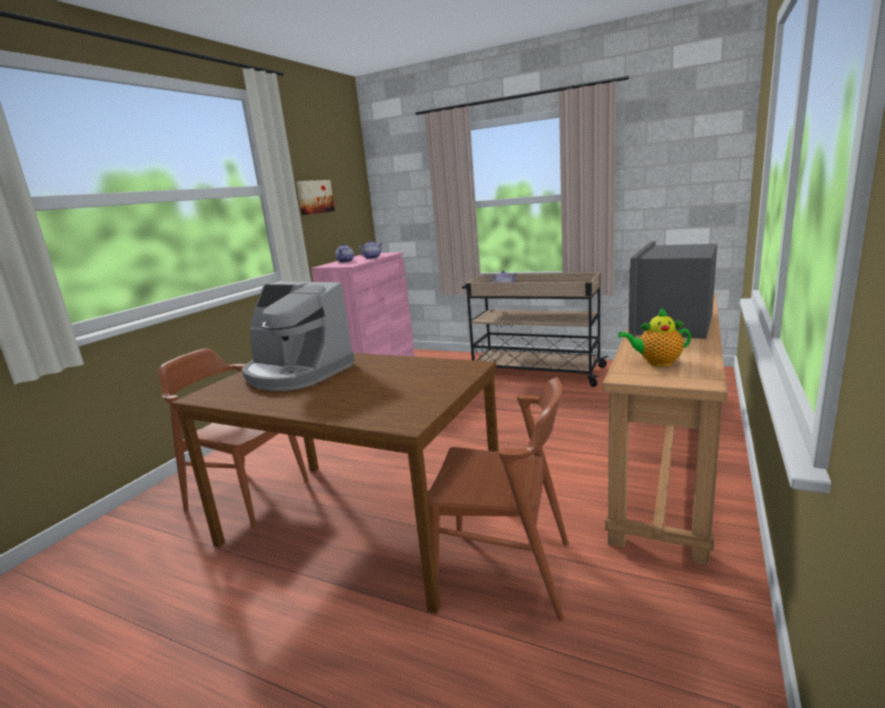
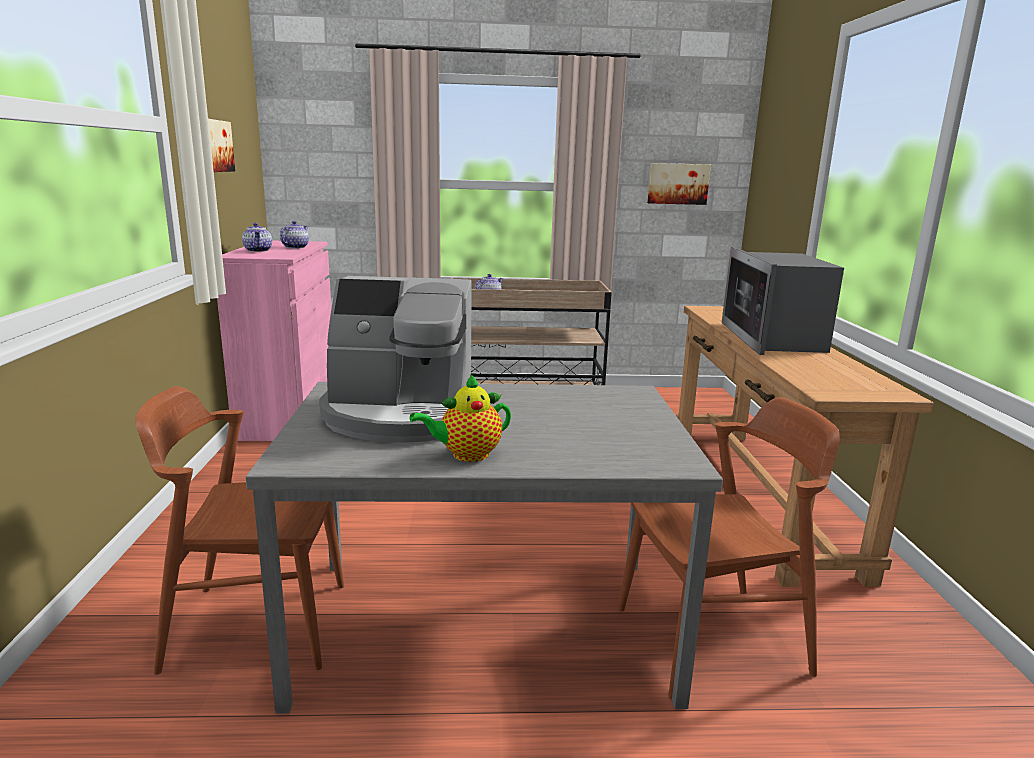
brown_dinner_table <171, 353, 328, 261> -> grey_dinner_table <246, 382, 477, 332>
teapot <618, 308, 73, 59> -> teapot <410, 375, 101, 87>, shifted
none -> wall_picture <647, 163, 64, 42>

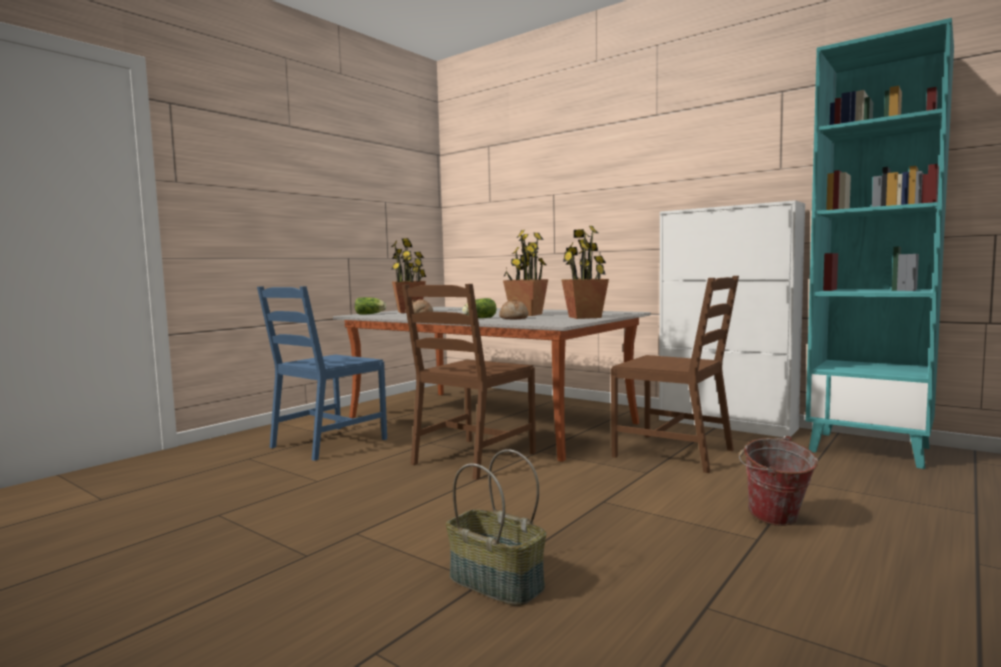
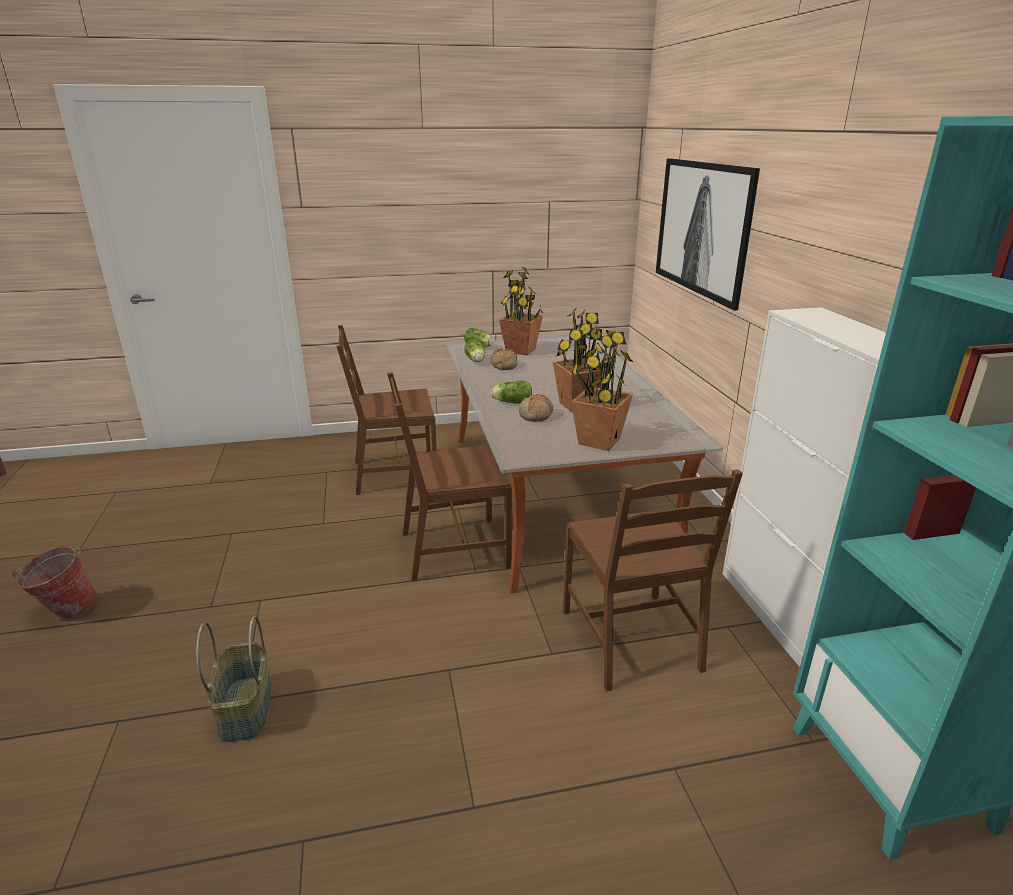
blue-coloured_upright_chair <257, 286, 130, 175> -> brown_upright_chair <337, 325, 100, 170>
bucket <739, 436, 79, 90> -> bucket <12, 546, 85, 74>, shifted
none -> lettuce <464, 339, 21, 23>
none -> wall_picture <656, 158, 104, 152>

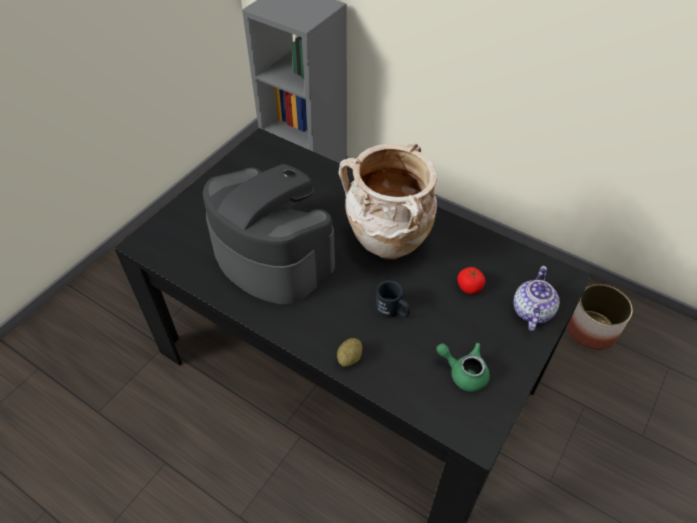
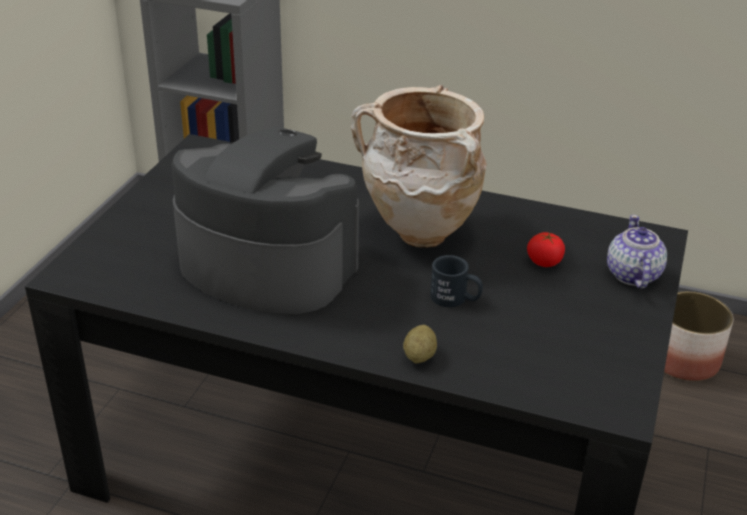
green-coloured_teapot <436, 343, 54, 49> -> none

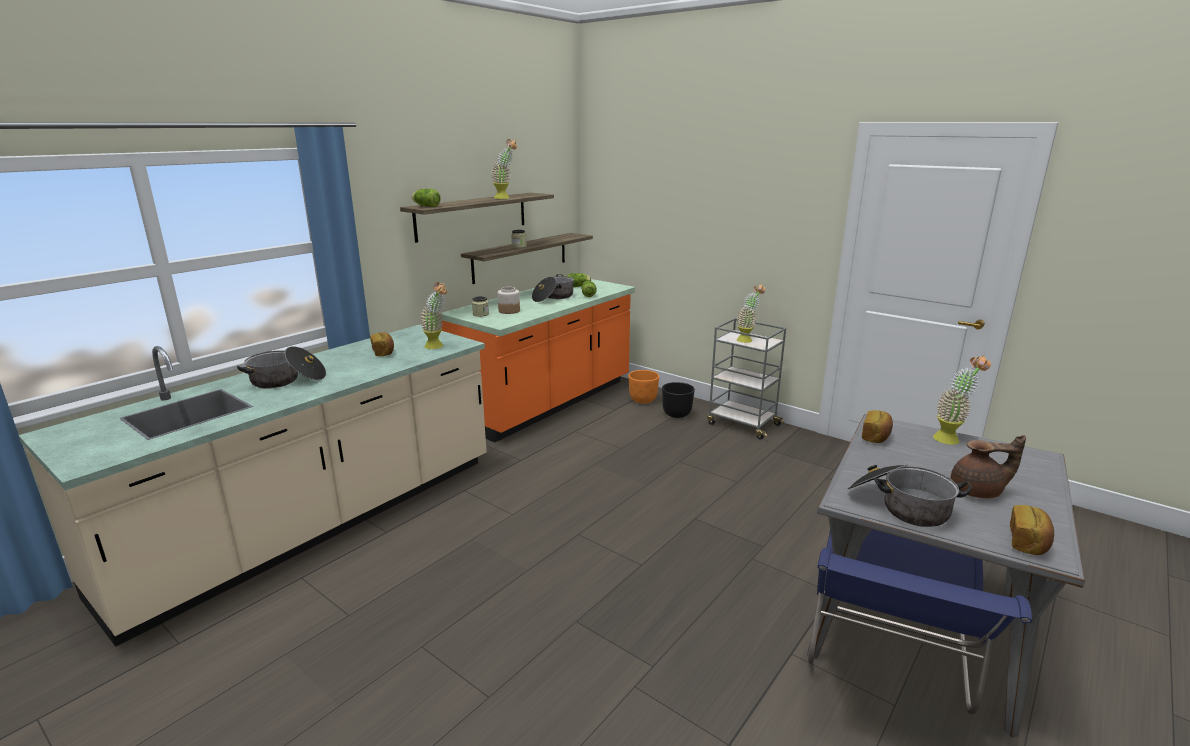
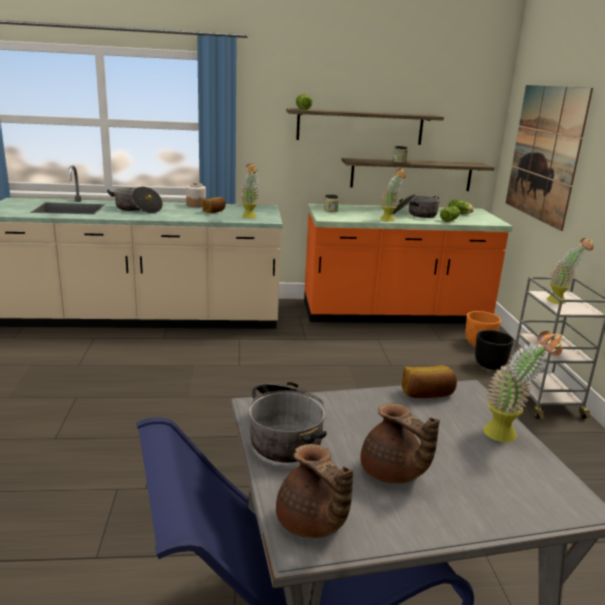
plant_in_a_pot <491, 139, 26, 60> -> plant_in_a_pot <381, 168, 25, 54>, shifted
jar <498, 287, 22, 27> -> jar <186, 183, 20, 24>, shifted
bread <1010, 505, 44, 50> -> brown_teapot <276, 444, 77, 94>
none -> wall_picture <506, 85, 87, 146>

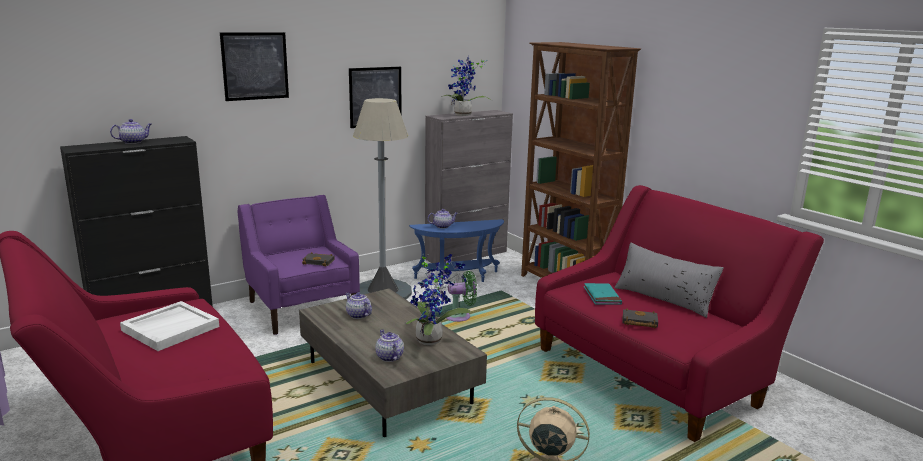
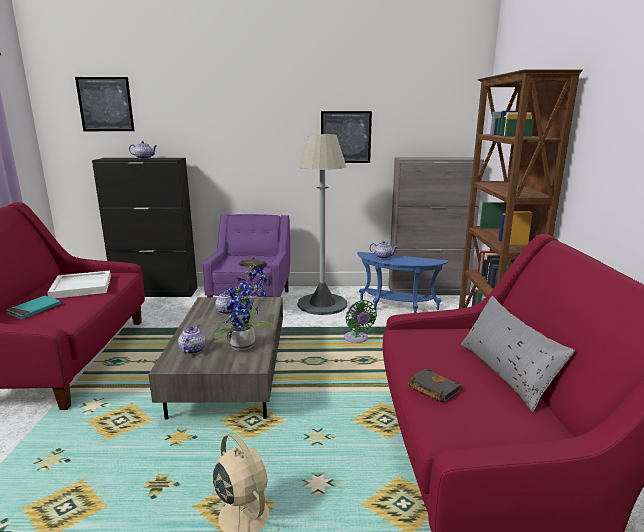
wall_picture <220, 32, 69, 69> -> wall_picture <75, 77, 59, 54>, shifted
plant_in_a_pot <441, 56, 50, 60> -> none
green-coloured_fan <446, 271, 31, 51> -> green-coloured_fan <344, 300, 33, 43>, 45 degrees clockwise
turquoise_volume <584, 283, 38, 22> -> turquoise_volume <7, 296, 54, 23>, shifted

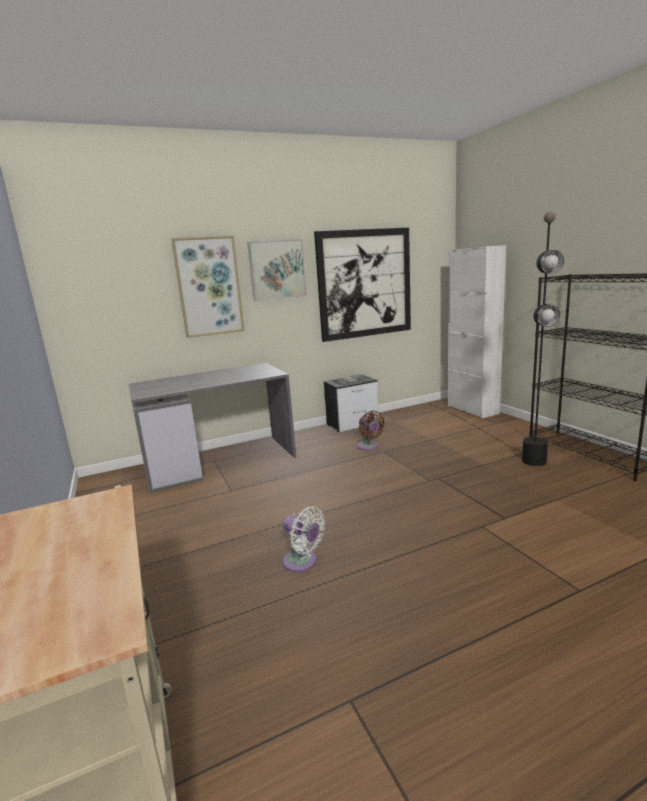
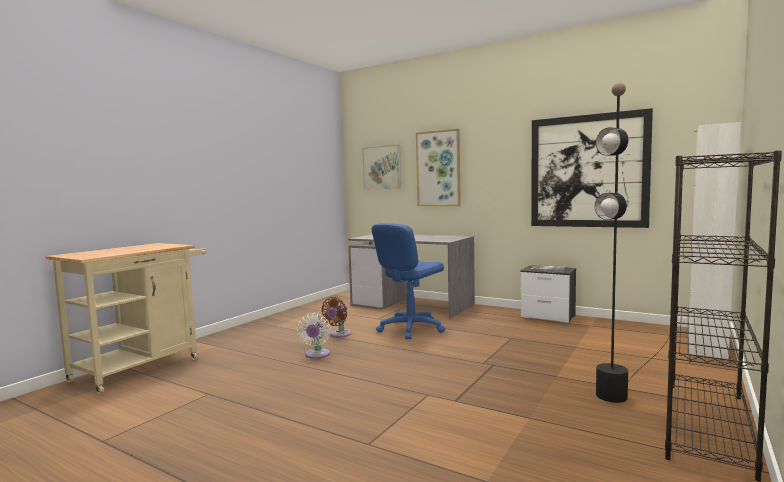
wall_picture <247, 239, 60, 62> -> wall_picture <362, 145, 39, 46>, shifted
brown_fan <357, 411, 28, 39> -> brown_fan <321, 297, 30, 40>, shifted
none -> blue-coloured_computer_chair <372, 223, 73, 116>

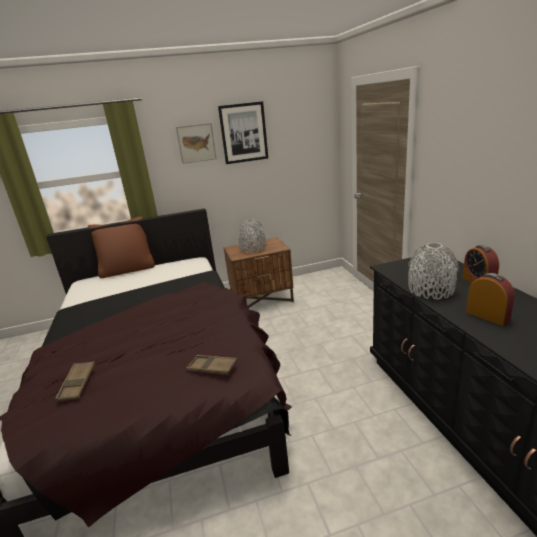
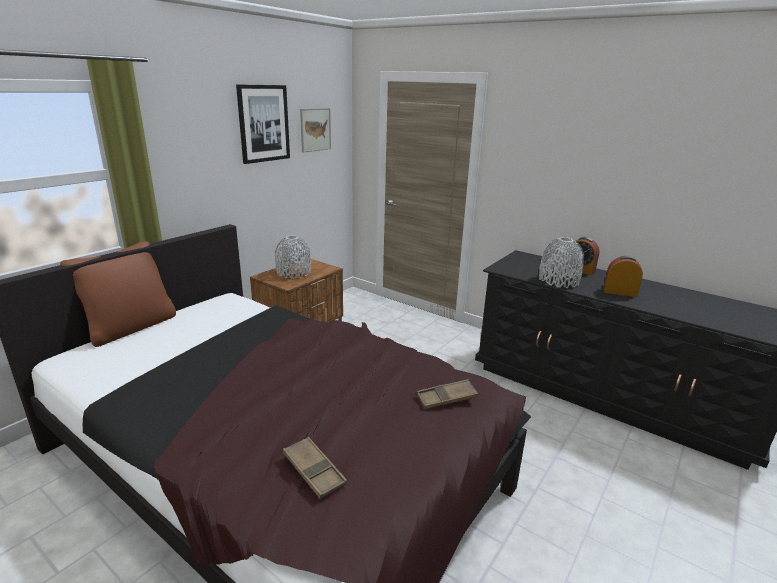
wall_picture <176, 123, 41, 41> -> wall_picture <300, 108, 31, 45>, shifted

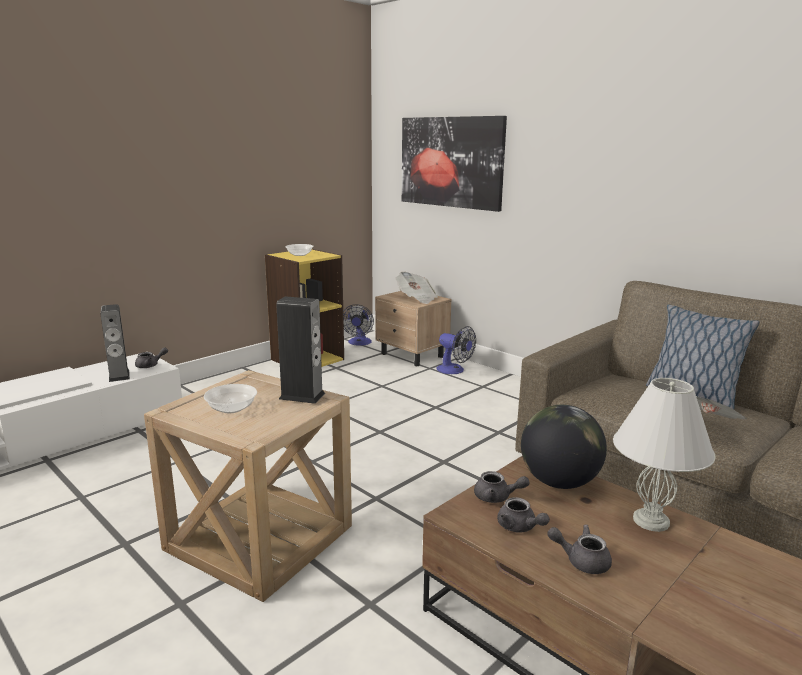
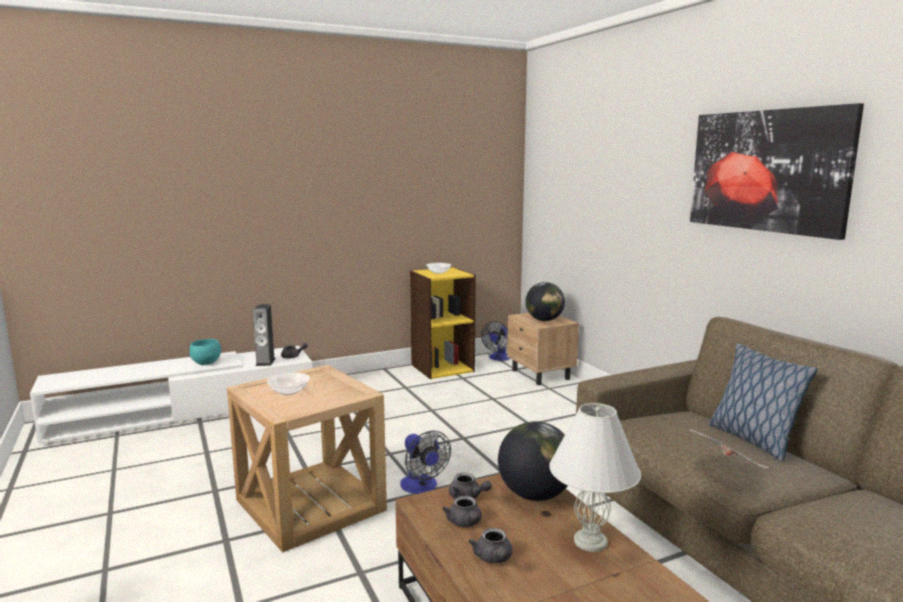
audio_speaker <276, 296, 49, 108> -> none
daily_paper <395, 271, 43, 33> -> globe <525, 282, 40, 39>
wall_picture <402, 116, 105, 96> -> wall_picture <690, 103, 174, 137>, shifted
fan <436, 326, 40, 48> -> fan <400, 431, 51, 63>, shifted
grey_teapot <547, 524, 65, 50> -> grey_teapot <468, 528, 45, 35>, 135 degrees counterclockwise
none -> turquoise_deep_dish <189, 339, 32, 26>

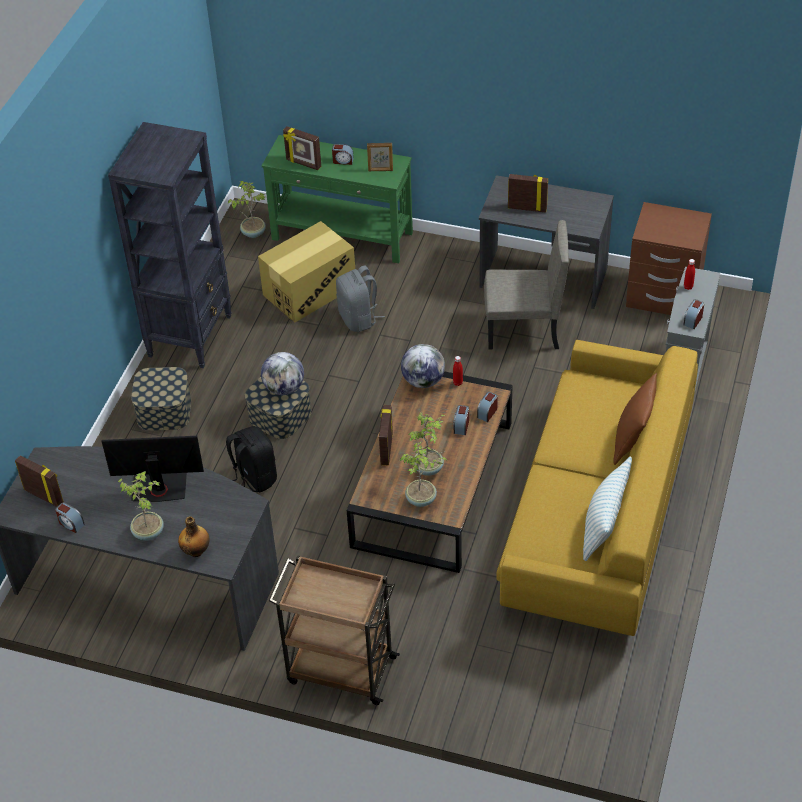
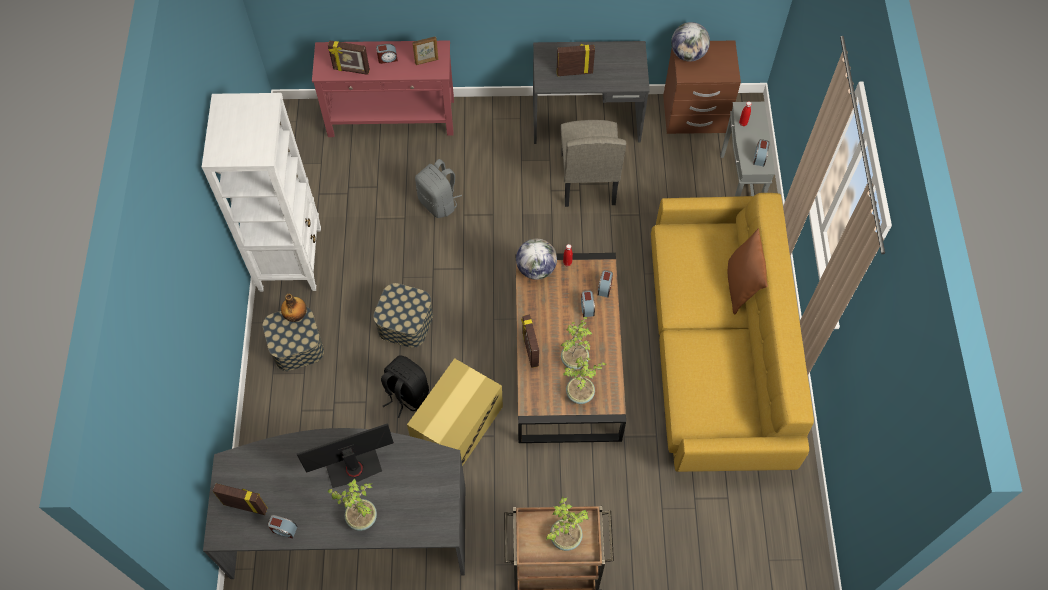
blackish_shelving_unit <108, 122, 124, 246> -> white-coloured_shelving_unit <202, 93, 119, 199>
drink_bottle <178, 516, 32, 41> -> drink_bottle <281, 294, 26, 28>, shifted
plant_in_a_pot <228, 181, 38, 57> -> plant_in_a_pot <546, 496, 43, 55>, shifted
packing_box <258, 221, 97, 102> -> packing_box <407, 358, 96, 108>, shifted
globe <261, 352, 43, 43> -> globe <671, 22, 39, 40>, shifted
green-coloured_narrow_table <262, 135, 151, 128> -> red-coloured_narrow_table <312, 40, 142, 97>
sand-coloured_upright_chair <484, 220, 85, 130> -> sand-coloured_upright_chair <561, 120, 65, 87>, 105 degrees clockwise
throw_pillow <583, 457, 49, 104> -> none

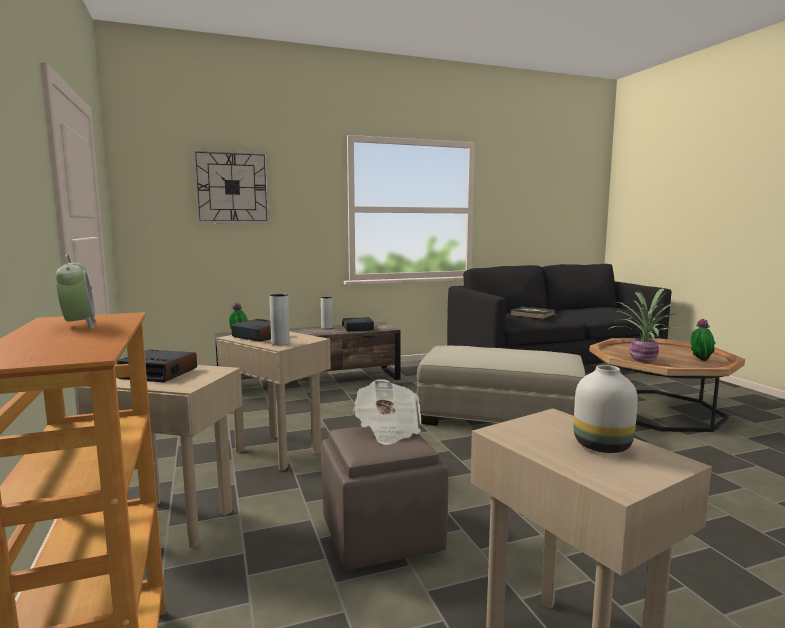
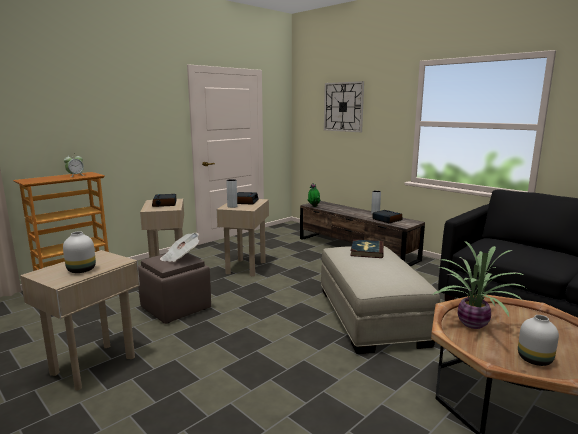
volume <510, 307, 46, 12> -> volume <350, 239, 34, 19>, shifted
plant_in_a_pot <691, 319, 24, 42> -> white-coloured_decorative_vase <518, 315, 41, 51>

